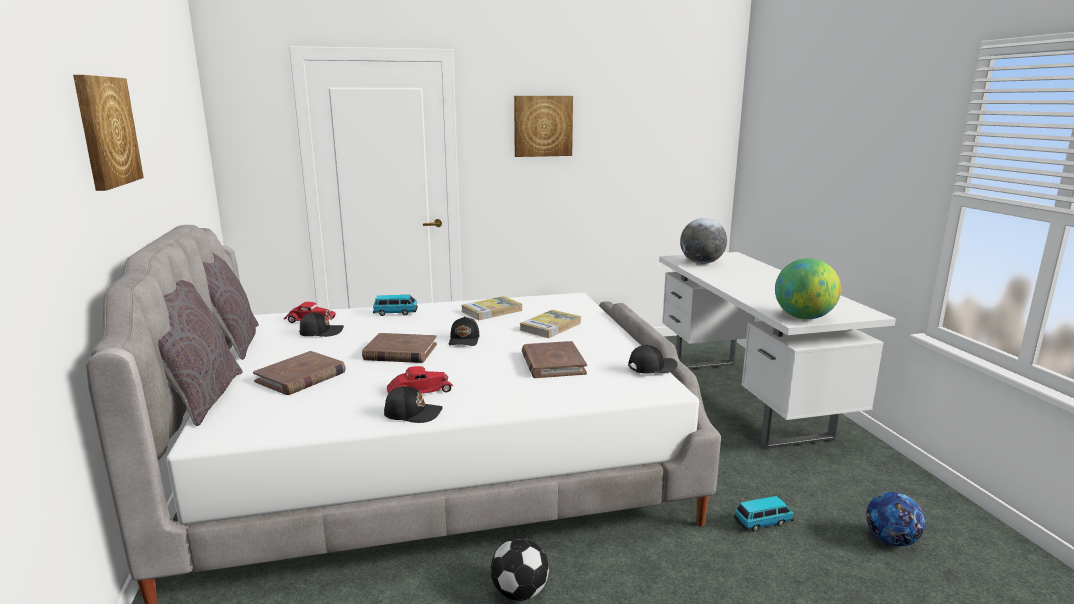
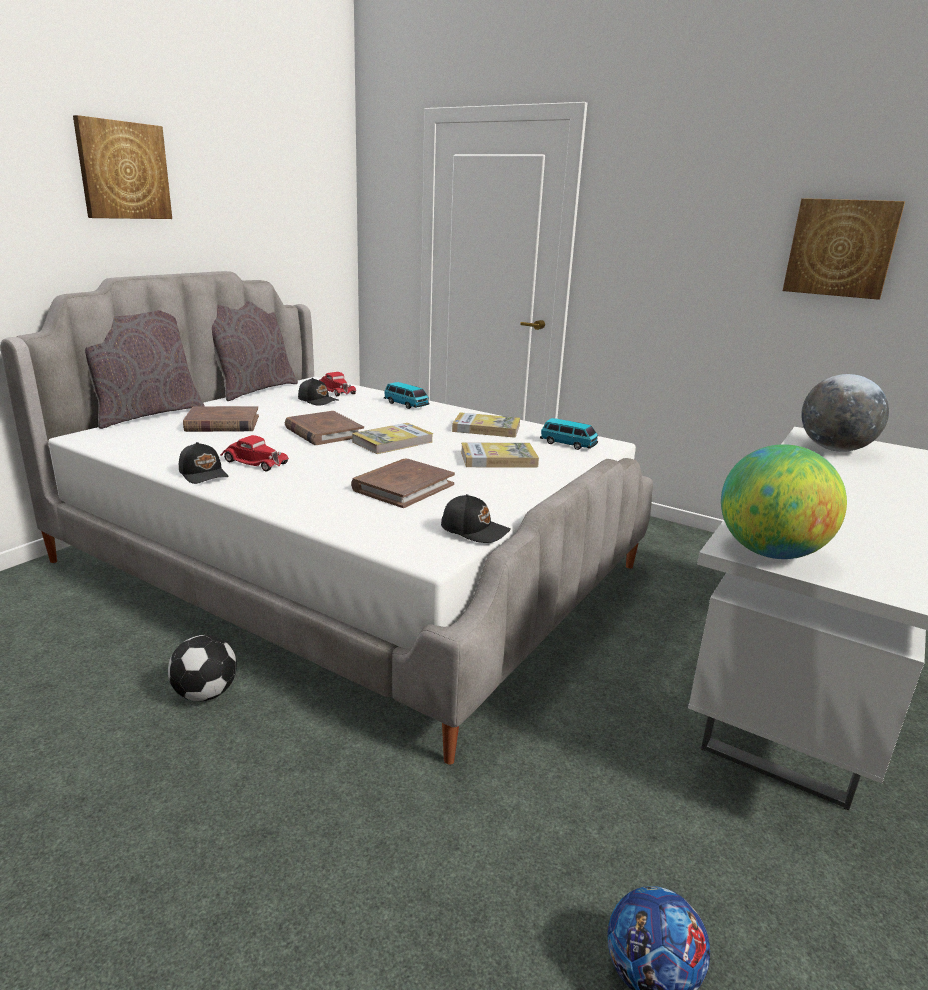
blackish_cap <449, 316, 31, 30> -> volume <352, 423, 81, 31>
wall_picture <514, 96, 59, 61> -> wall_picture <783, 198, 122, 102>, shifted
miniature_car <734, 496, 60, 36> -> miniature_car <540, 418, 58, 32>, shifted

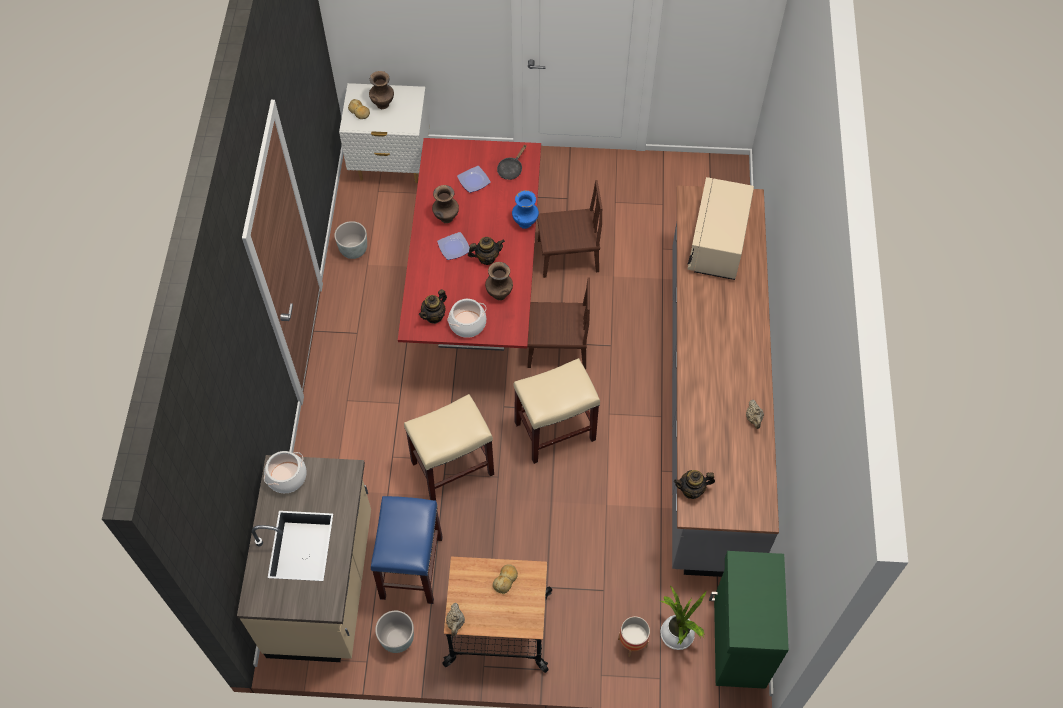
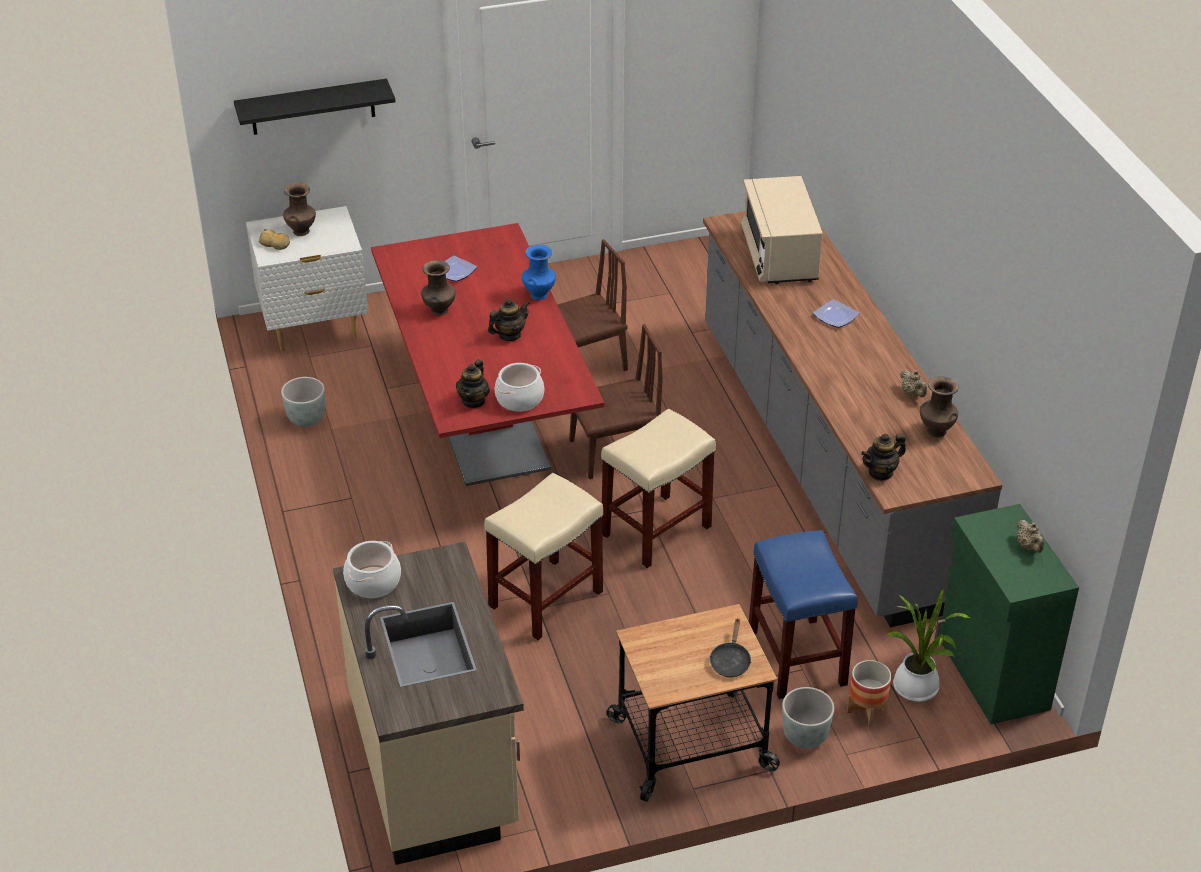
blue-coloured_stool_seat <371, 496, 72, 108> -> blue-coloured_stool_seat <749, 530, 109, 169>, shifted
grey_planter <375, 611, 39, 42> -> grey_planter <782, 687, 52, 62>, shifted
plate <437, 232, 33, 28> -> plate <813, 299, 46, 29>, shifted
sand-coloured_teapot <446, 603, 19, 33> -> sand-coloured_teapot <1017, 520, 27, 33>, shifted
brown_decorative_vase <485, 262, 28, 38> -> brown_decorative_vase <920, 376, 39, 61>, shifted
bread <493, 564, 25, 30> -> none
blackish_pan <497, 144, 30, 36> -> blackish_pan <709, 619, 43, 58>, shifted
none -> blackish_shelf <234, 79, 162, 56>

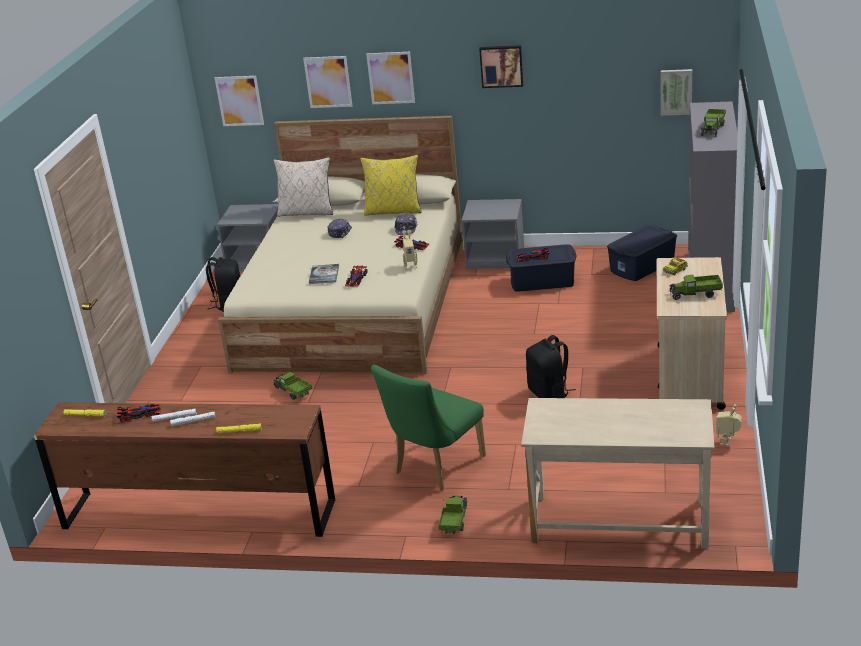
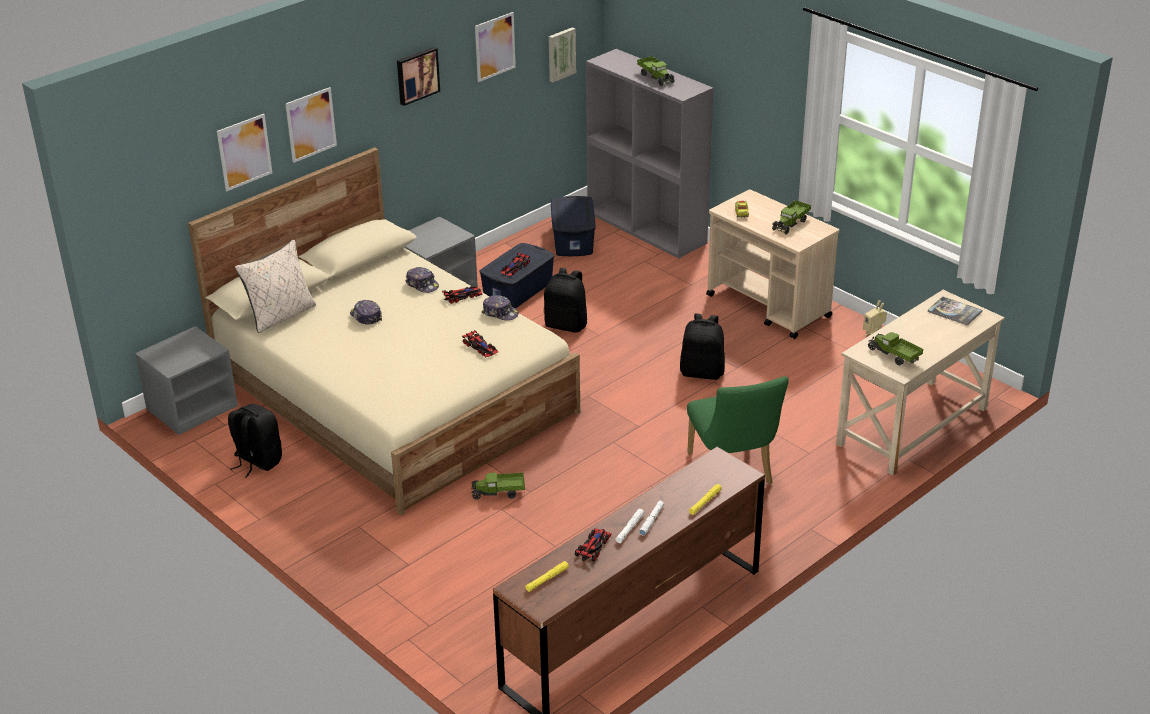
wall_picture <215, 76, 49, 50> -> wall_picture <475, 12, 41, 70>, shifted
volume <308, 264, 31, 20> -> volume <927, 296, 55, 30>, shifted
yellowish_throw_pillow <360, 155, 61, 61> -> none
toy_robot <403, 230, 15, 40> -> cap <482, 295, 37, 25>
model_truck <438, 495, 29, 39> -> model_truck <868, 332, 55, 34>, shifted
none -> blackish_backpack <544, 268, 43, 65>

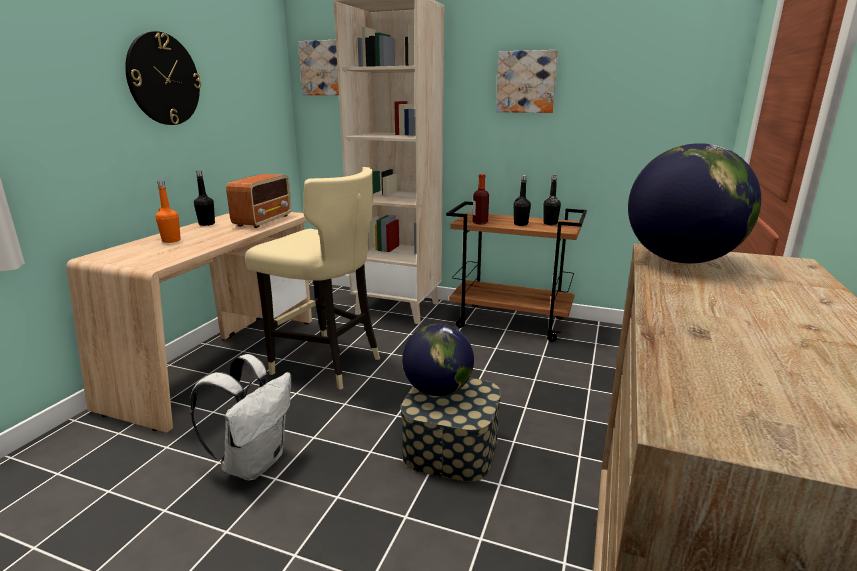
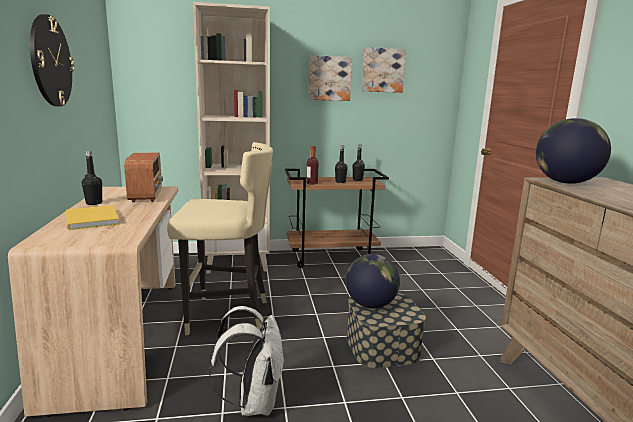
orange_drink_bottle <156, 181, 25, 62> -> yellowish_volume <66, 205, 54, 25>
wall_picture <298, 40, 41, 55> -> wall_picture <362, 47, 44, 46>, shifted

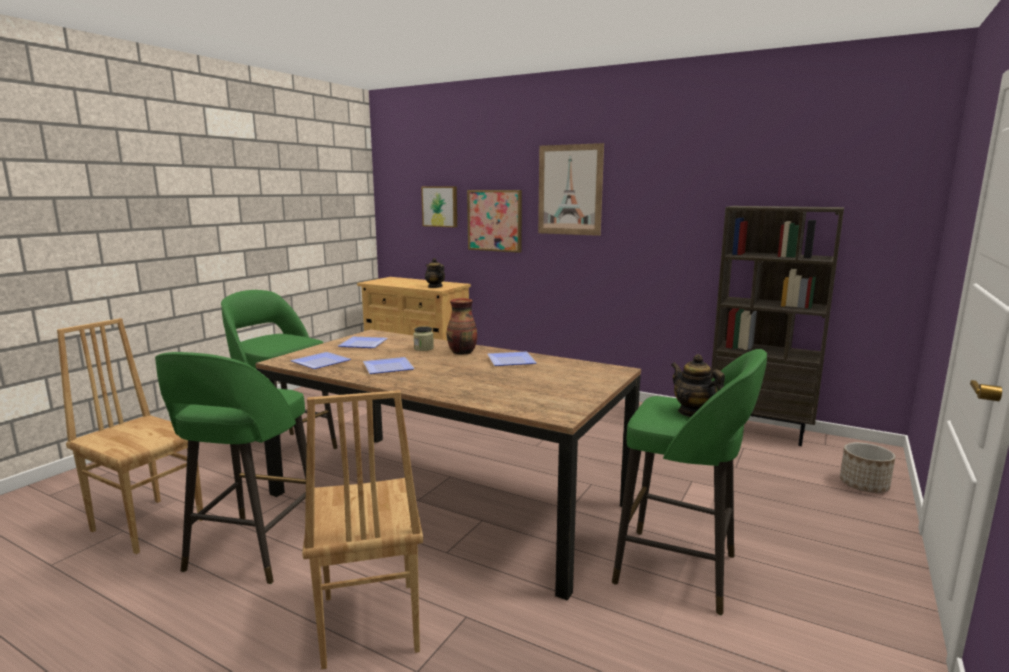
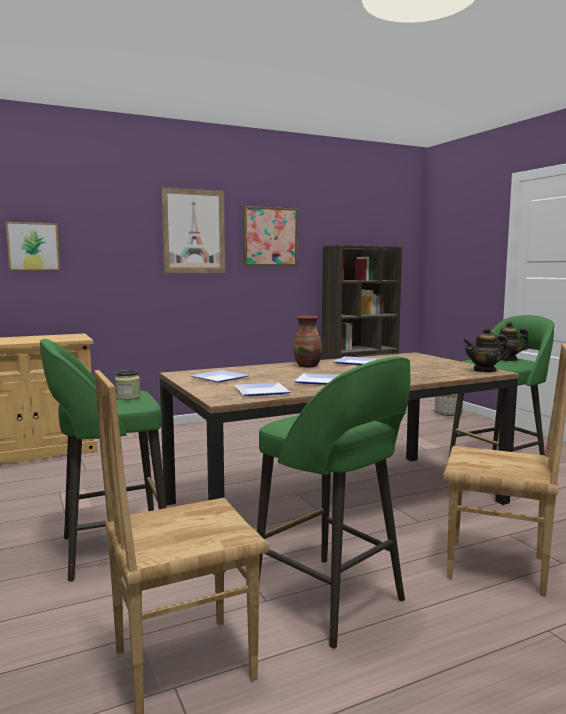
jar <413, 326, 21, 25> -> jar <115, 370, 26, 30>, shifted
teapot <425, 258, 20, 30> -> teapot <463, 327, 46, 46>, shifted
wall_picture <467, 190, 55, 63> -> wall_picture <243, 206, 54, 60>, shifted

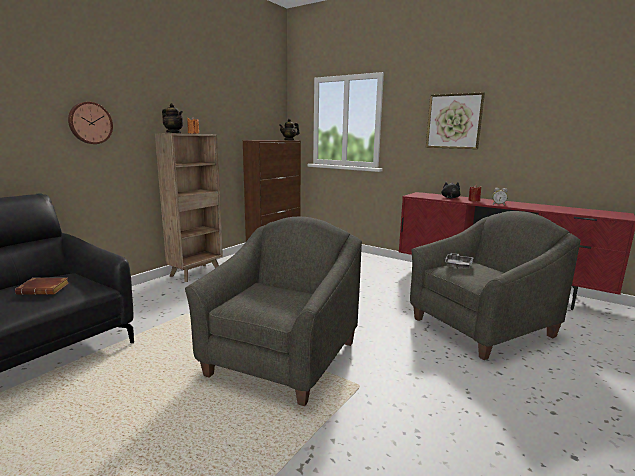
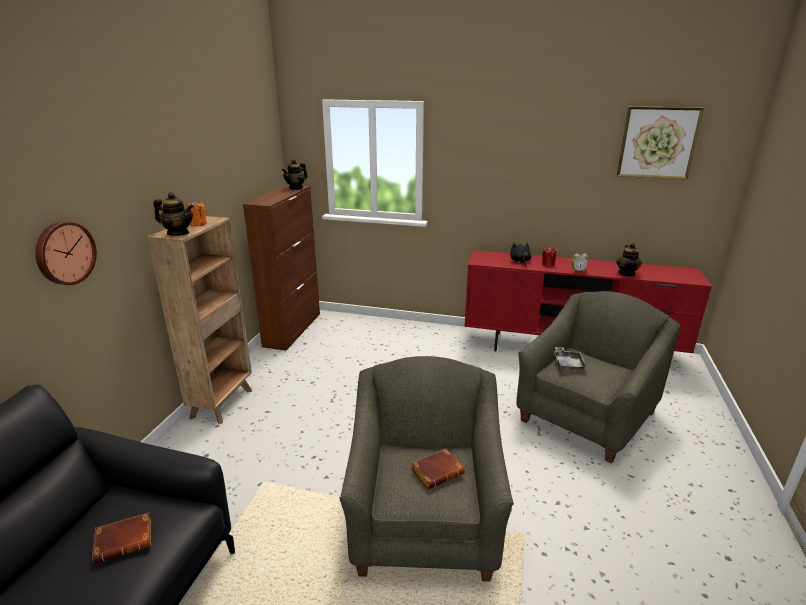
wall_picture <426, 92, 59, 57> -> wall_picture <616, 106, 88, 73>, shifted
none -> brown_volume <411, 448, 54, 42>
none -> teapot <616, 243, 26, 33>

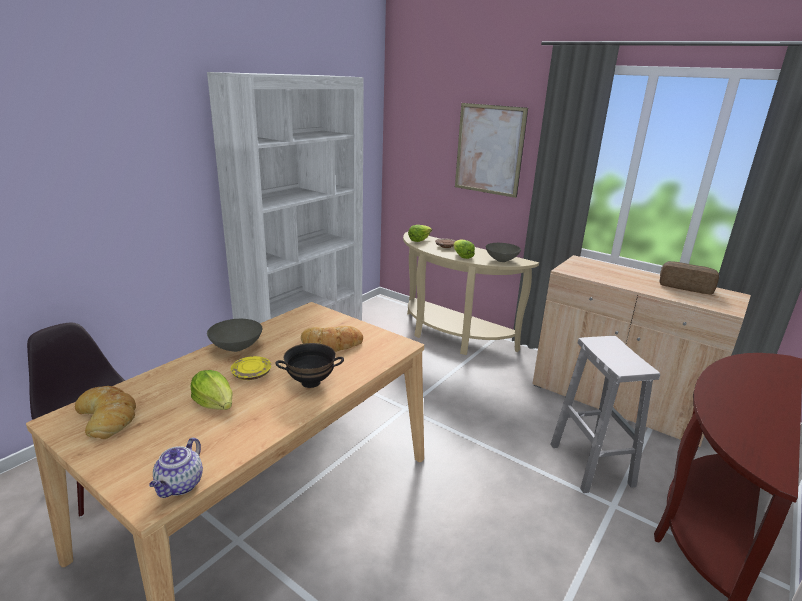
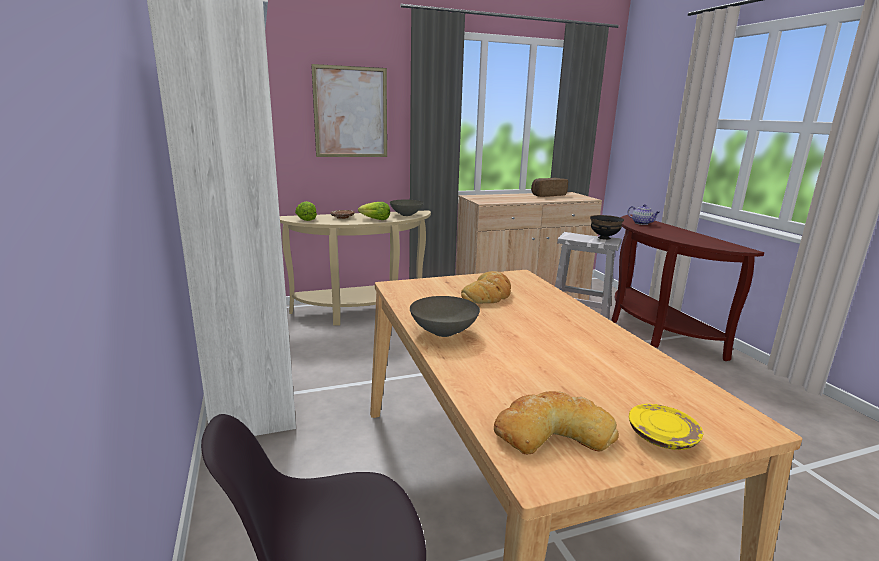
teapot <149, 437, 54, 61> -> teapot <628, 204, 32, 21>, shifted
lettuce <190, 370, 42, 40> -> none
yellowish_plate <231, 356, 40, 24> -> yellowish_plate <629, 404, 74, 46>, shifted
blackish_deep_dish <275, 343, 69, 45> -> blackish_deep_dish <590, 215, 34, 25>, shifted

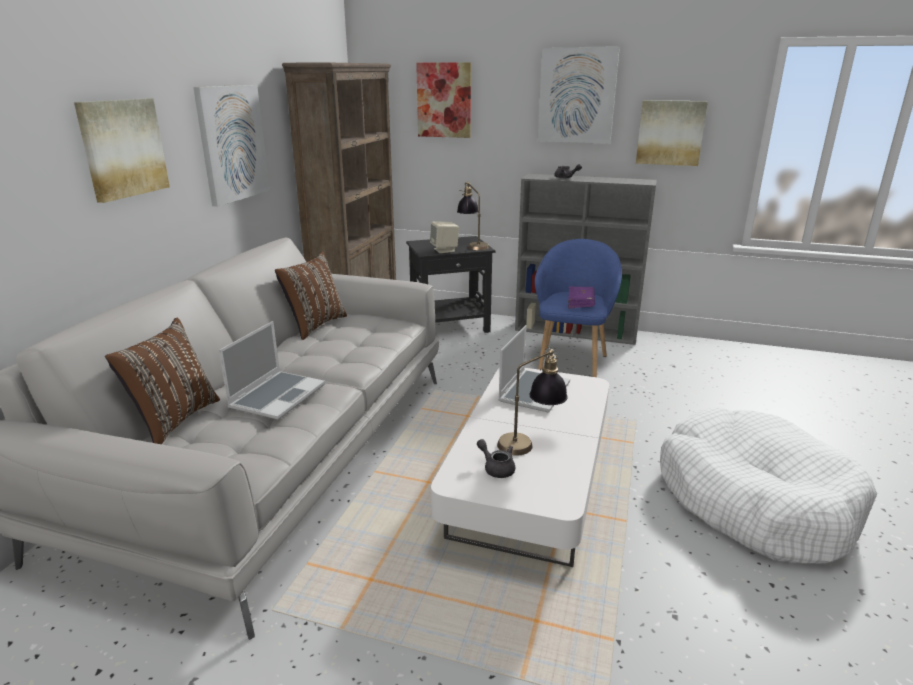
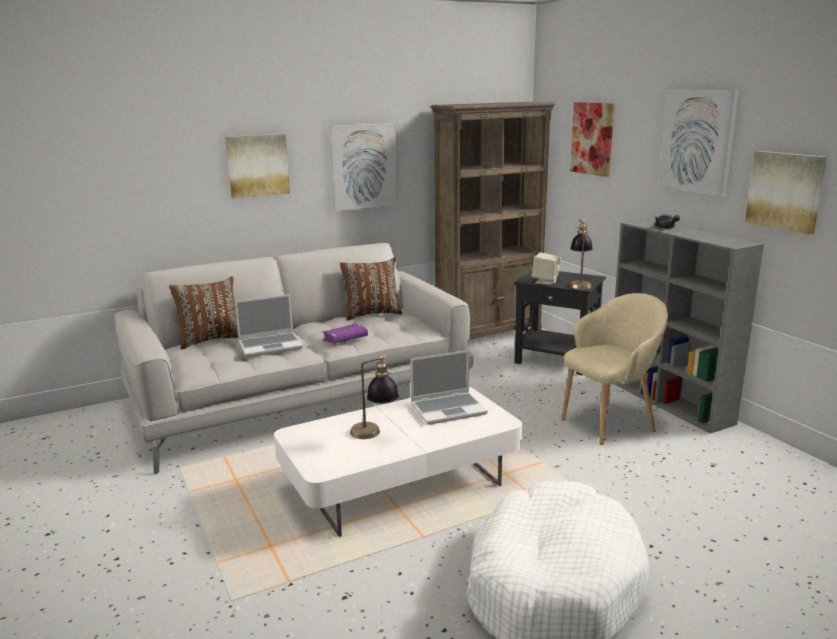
grey_teapot <477, 439, 38, 39> -> none
blue-coloured_lounge_chair <535, 239, 87, 138> -> sand-coloured_lounge_chair <561, 293, 107, 152>
purple-coloured_volume <568, 286, 27, 23> -> purple-coloured_volume <322, 323, 46, 21>, shifted

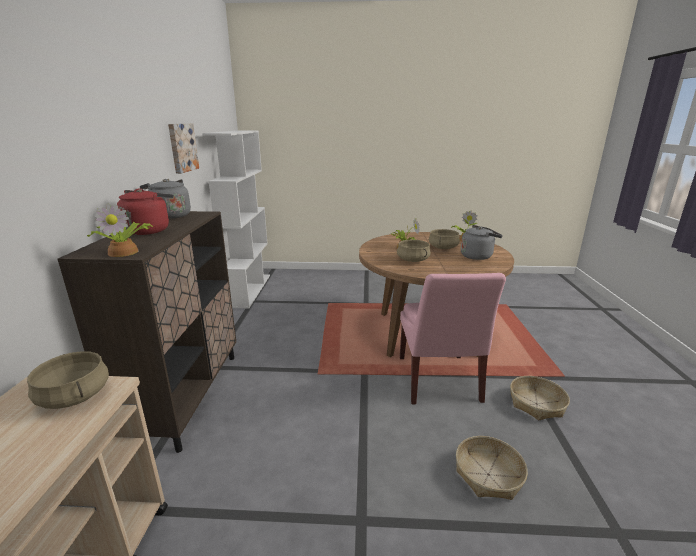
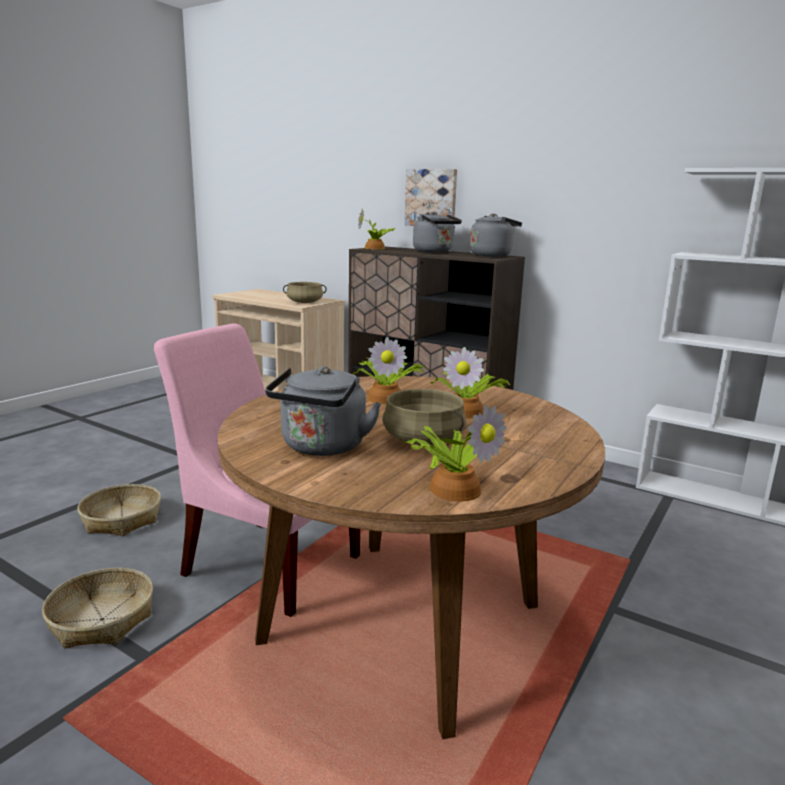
red-coloured_tea_kettle <117, 188, 57, 47> -> grey_tea_kettle <413, 211, 49, 42>
wall_picture <168, 123, 31, 51> -> wall_picture <405, 169, 52, 57>, shifted
sand-coloured_saucepot <397, 240, 34, 22> -> plant_in_a_pot <352, 337, 72, 67>

